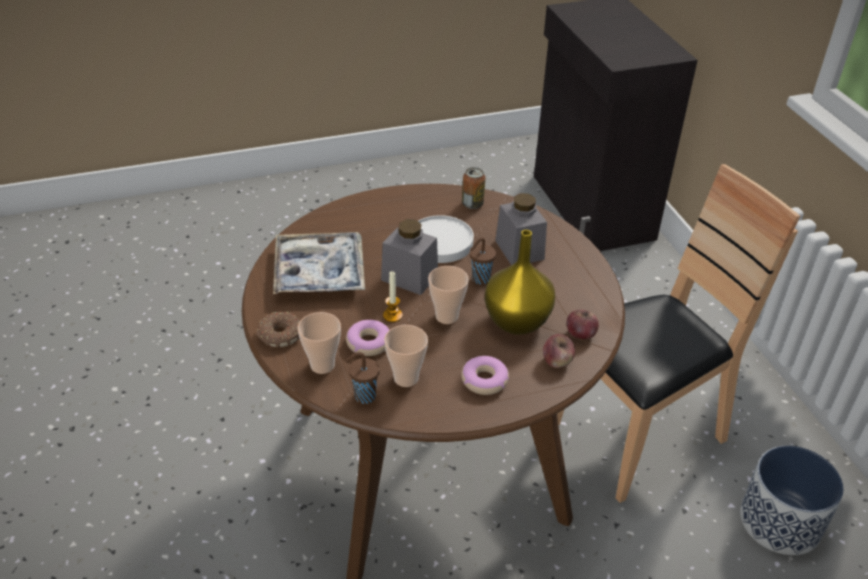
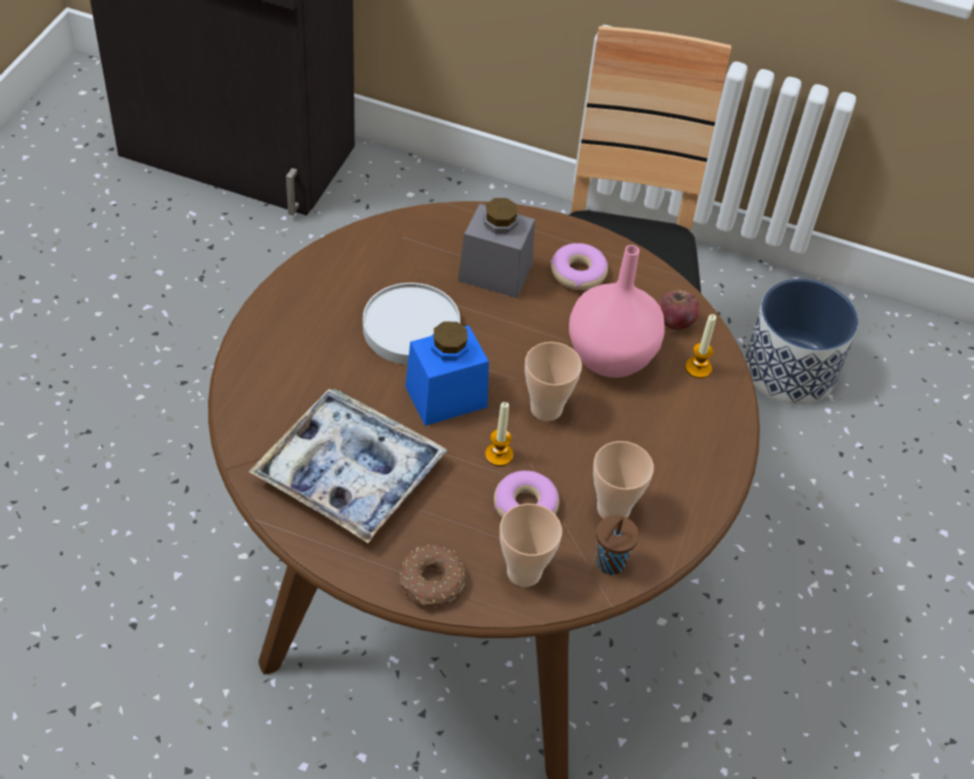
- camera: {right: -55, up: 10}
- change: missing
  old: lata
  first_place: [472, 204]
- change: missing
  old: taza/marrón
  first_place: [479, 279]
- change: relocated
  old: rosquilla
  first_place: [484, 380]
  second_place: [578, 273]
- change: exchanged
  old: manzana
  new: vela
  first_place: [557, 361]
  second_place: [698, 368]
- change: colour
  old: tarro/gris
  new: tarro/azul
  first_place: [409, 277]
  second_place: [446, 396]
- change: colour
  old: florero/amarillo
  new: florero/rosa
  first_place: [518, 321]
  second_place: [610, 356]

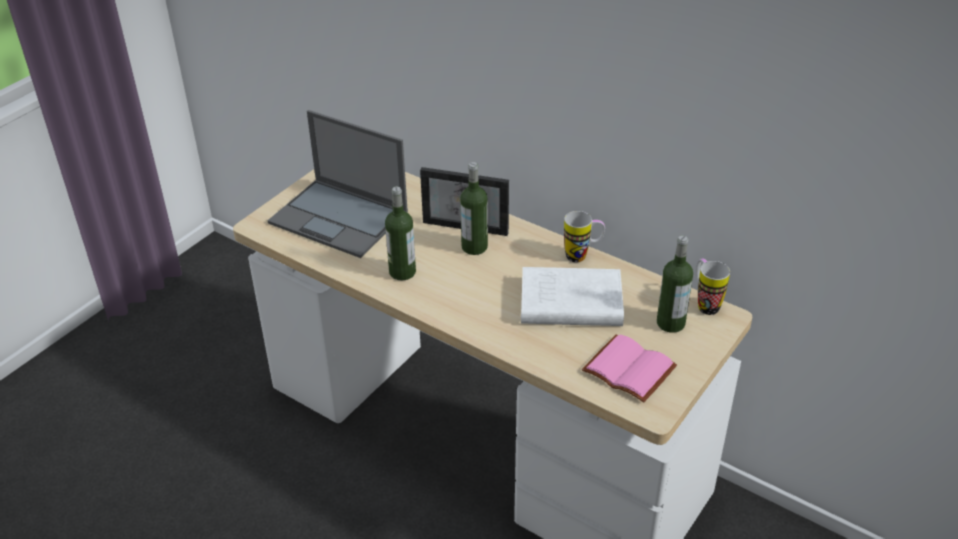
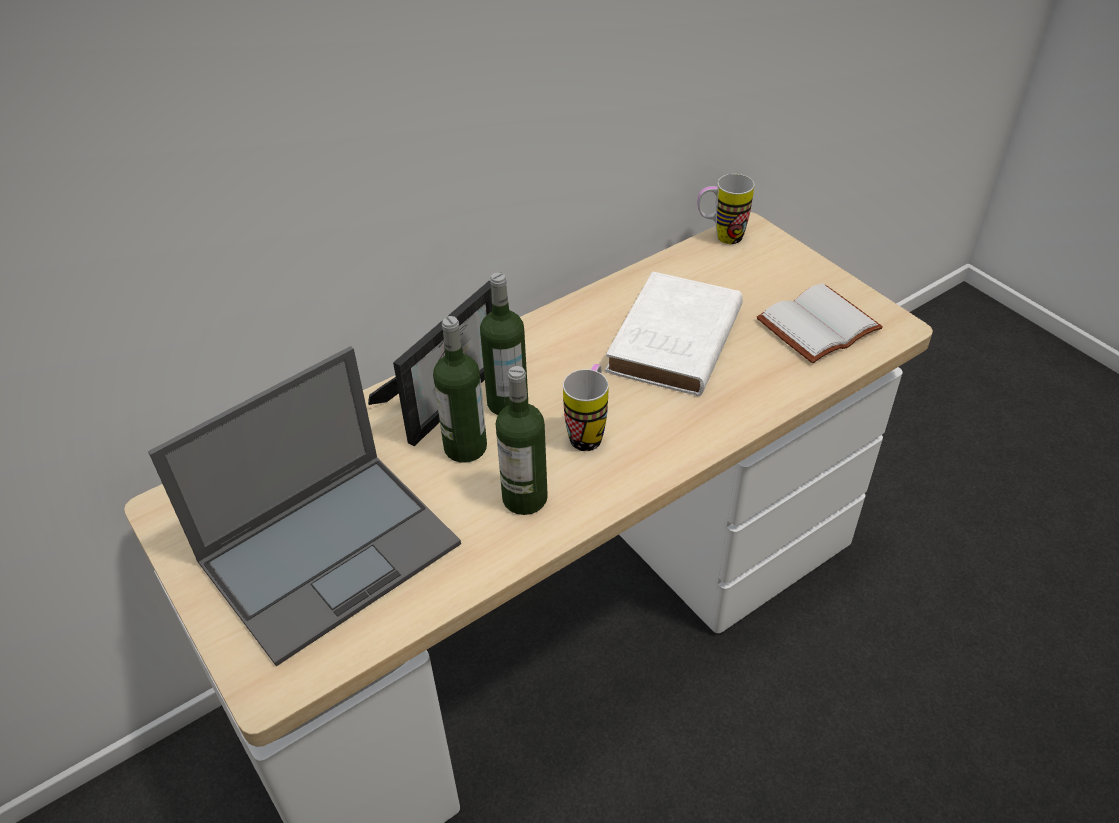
- camera: {right: -70, up: 5}
- change: relocated
  old: taza grande
  first_place: [582, 256]
  second_place: [589, 432]
- change: relocated
  old: botella
  first_place: [670, 323]
  second_place: [465, 447]
- change: colour
  old: libro/rosa
  new: libro/blanco
  first_place: [626, 370]
  second_place: [819, 328]

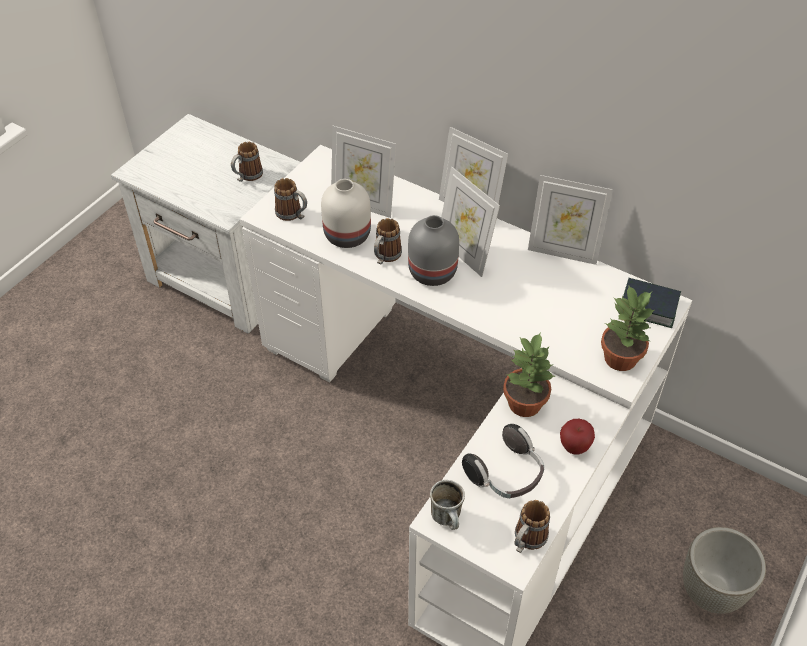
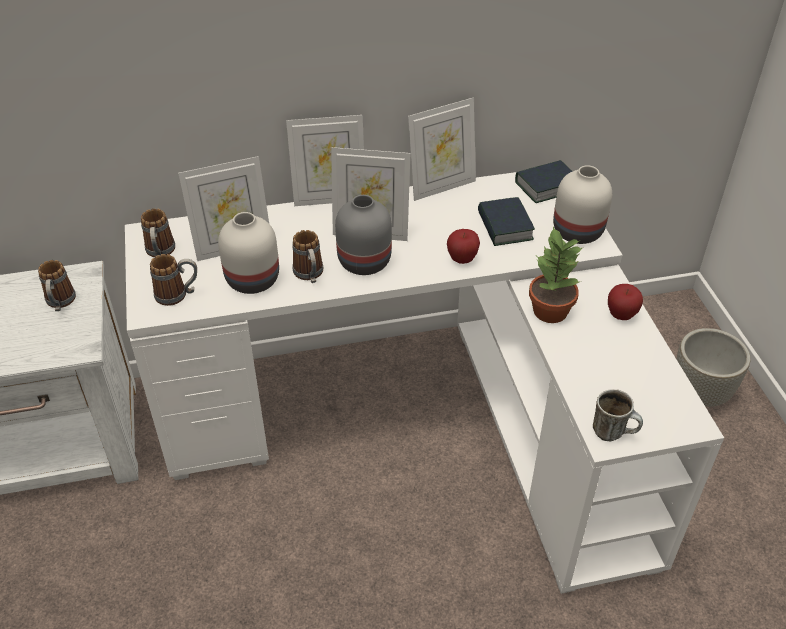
- camera: {right: -45, up: -5}
- change: missing
  old: auriculares
  first_place: [506, 475]
- change: appeared
  new: manzana
  second_place: [462, 259]
- change: appeared
  new: libro
  second_place: [504, 227]
- change: relocated
  old: taza grande
  first_place: [526, 541]
  second_place: [160, 253]
- change: exchanged
  old: planta en maceta
  new: florero/blanco
  first_place: [621, 357]
  second_place: [576, 231]

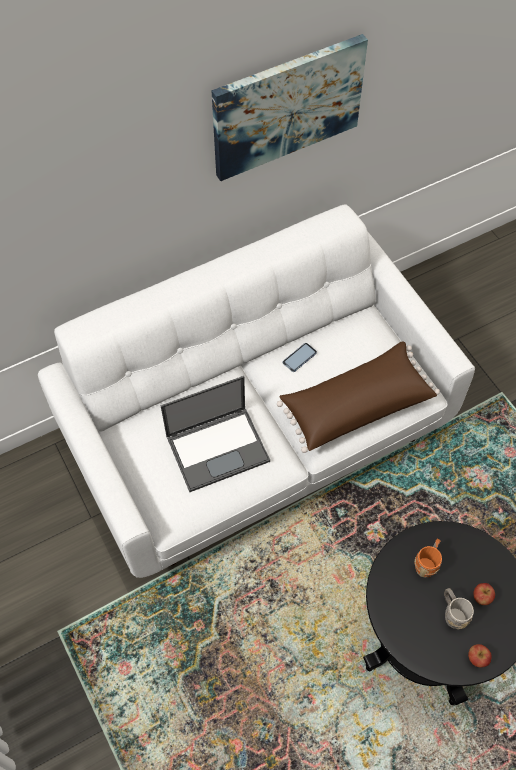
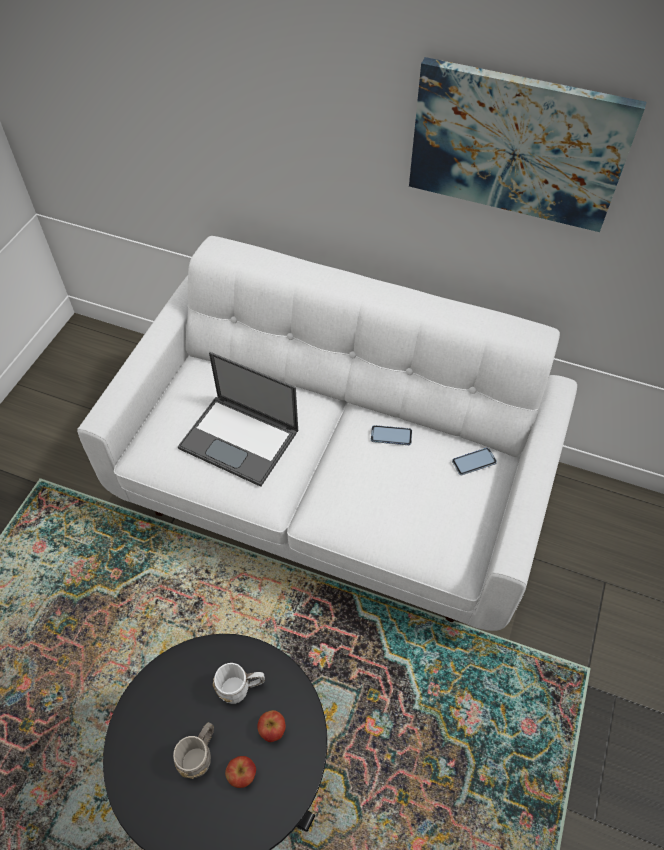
- camera: {right: 50, up: -5}
- change: missing
  old: cojín/marrón
  first_place: [355, 405]
- change: appeared
  new: móvil
  second_place: [474, 462]
- change: relocated
  old: manzana
  first_place: [477, 658]
  second_place: [272, 729]
- change: colour
  old: taza grande/naranja
  new: taza grande/blanco
  first_place: [427, 563]
  second_place: [241, 688]

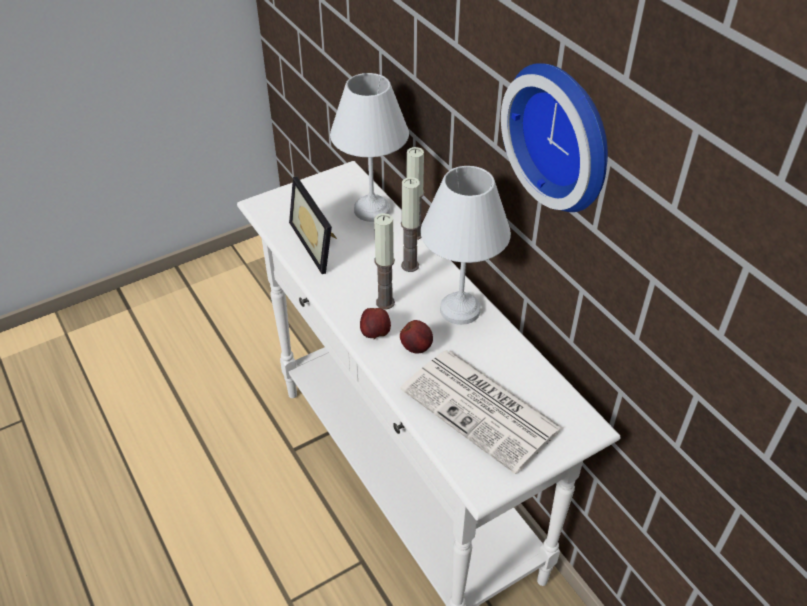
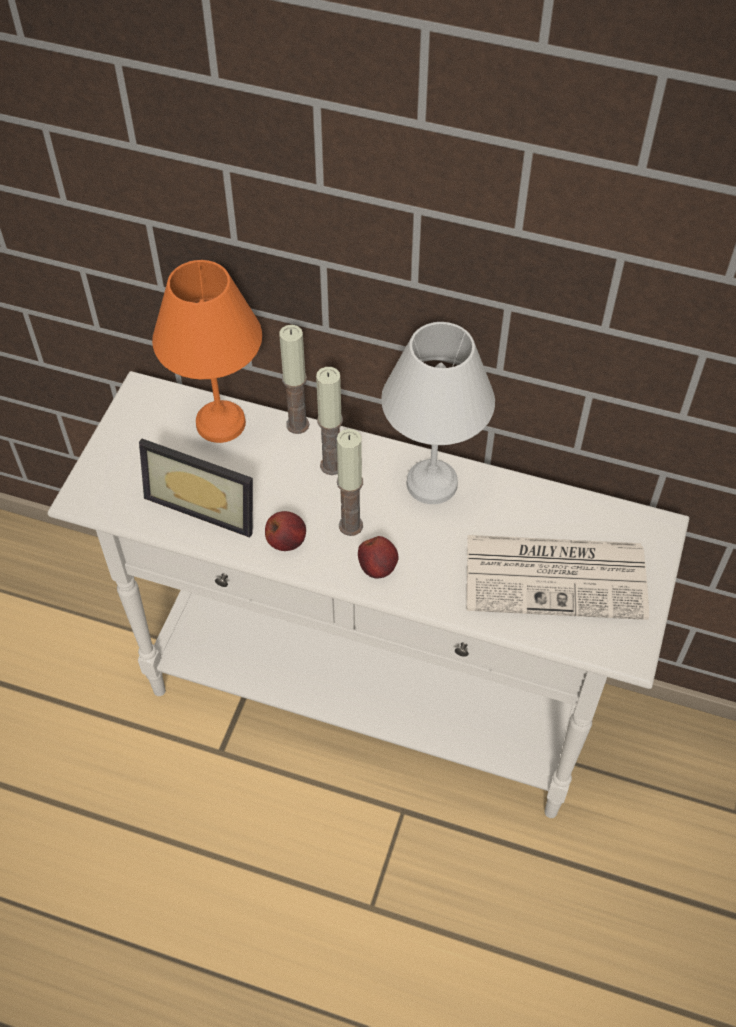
- camera: {right: -40, up: 10}
- change: missing
  old: reloj de pared
  first_place: [564, 135]
- change: relocated
  old: manzana
  first_place: [417, 347]
  second_place: [286, 541]
- change: colour
  old: lámpara de mesa/blanco
  new: lámpara de mesa/naranja
  first_place: [373, 209]
  second_place: [221, 421]

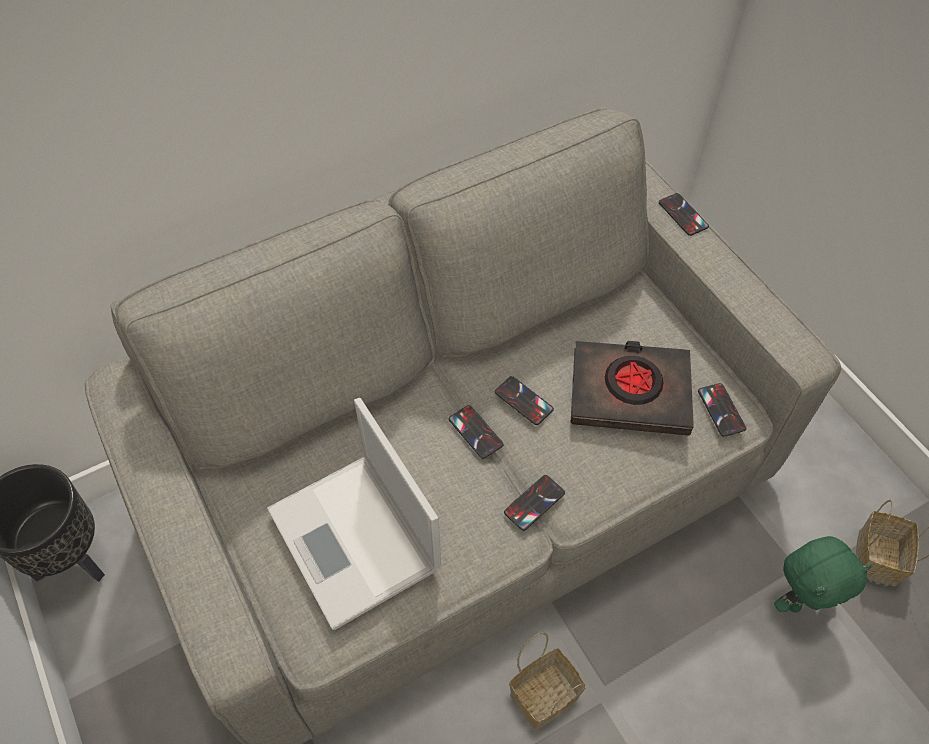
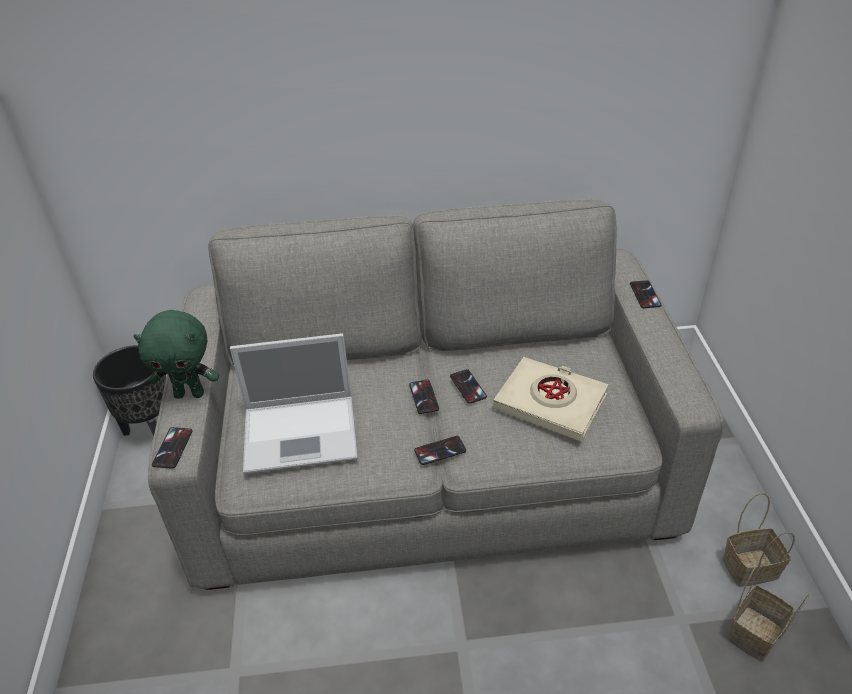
- camera: {right: 25, up: -15}
- change: relocated
  old: cesta
  first_place: [545, 693]
  second_place: [751, 566]
- change: relocated
  old: móvil
  first_place: [721, 410]
  second_place: [172, 448]
- change: relocated
  old: peluche/verde
  first_place: [799, 600]
  second_place: [190, 393]
- change: colour
  old: libro/negro
  new: libro/beis
  first_place: [629, 392]
  second_place: [550, 403]
- change: spun
  old: portátil
  first_place: [356, 541]
  second_place: [303, 433]
  degrees: -90

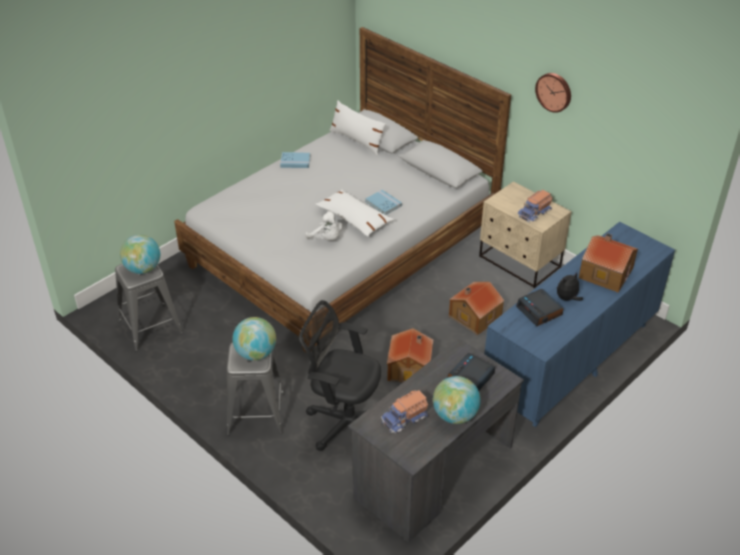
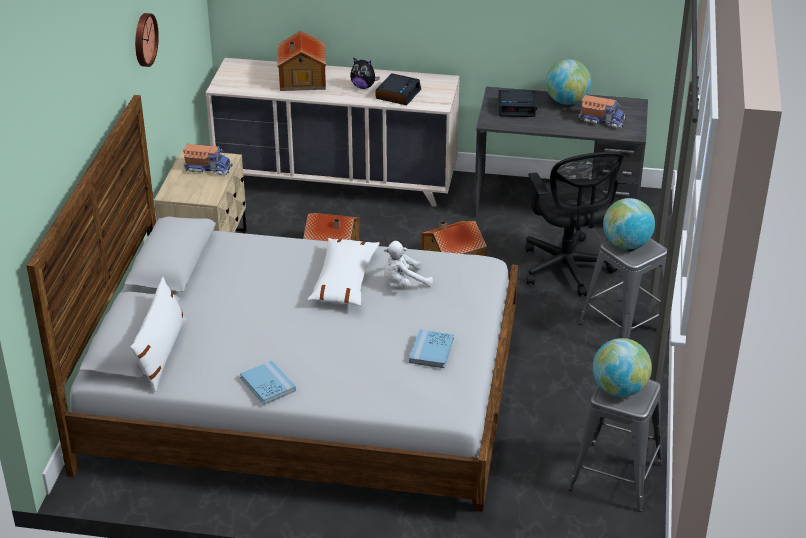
- camera: {right: -125, up: -5}
- change: relocated
  old: libro/azul
  first_place: [383, 203]
  second_place: [431, 350]
- change: colour
  old: cómoda/azul
  new: cómoda/beis
  first_place: [570, 360]
  second_place: [337, 181]
- change: spun
  old: peluche/blanco
  first_place: [326, 239]
  second_place: [404, 283]
  degrees: -120

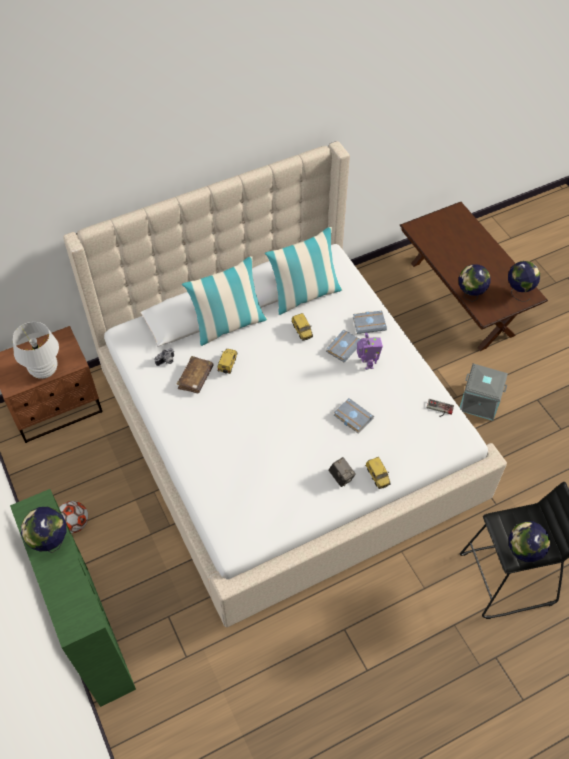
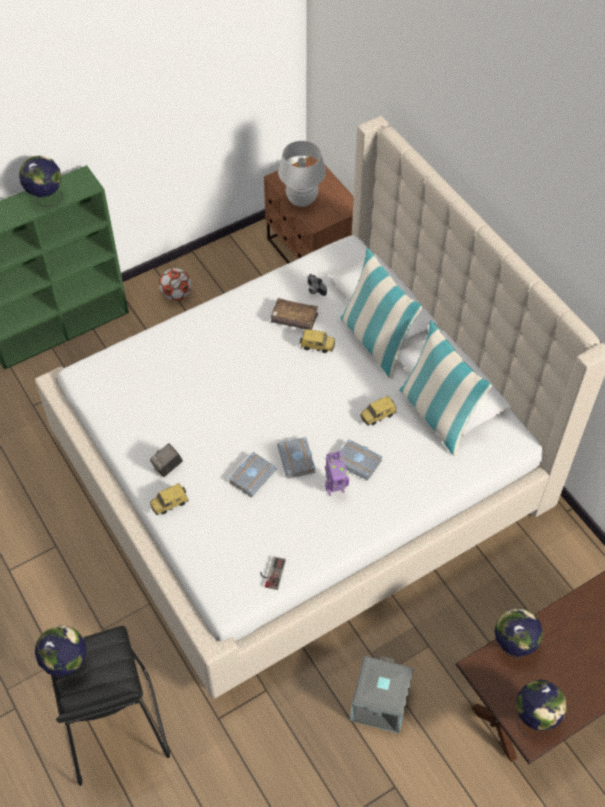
- camera: {right: 85, up: 0}
- change: relocated
  old: libro/gris
  first_place: [369, 323]
  second_place: [298, 460]

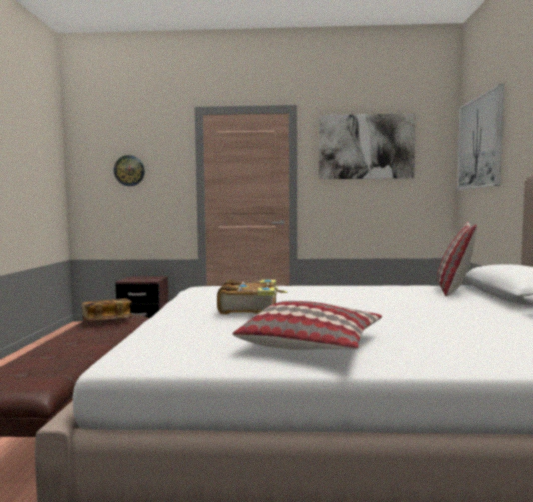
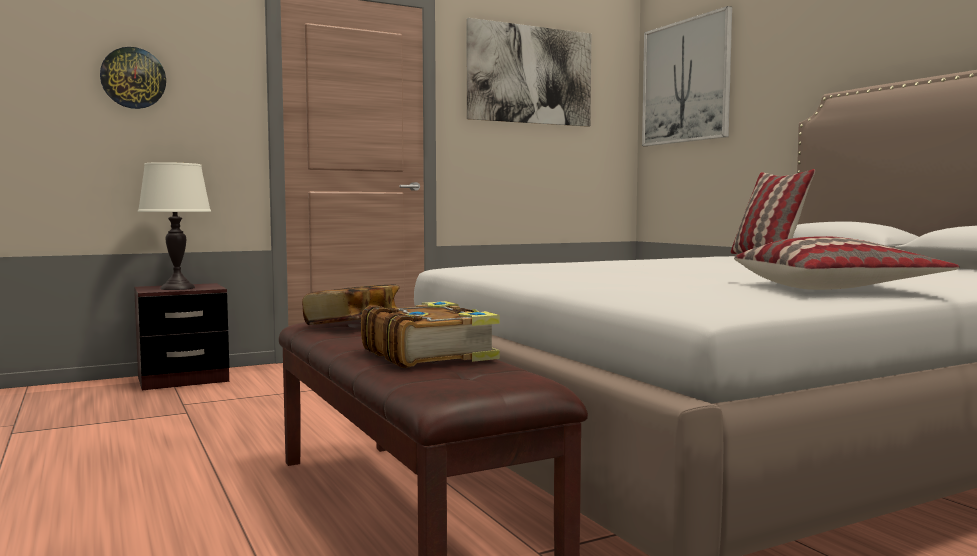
- camera: {right: -30, up: 0}
- change: appeared
  new: lámpara de mesa/blanco
  second_place: [177, 288]
- change: relocated
  old: libro
  first_place: [250, 308]
  second_place: [429, 354]

